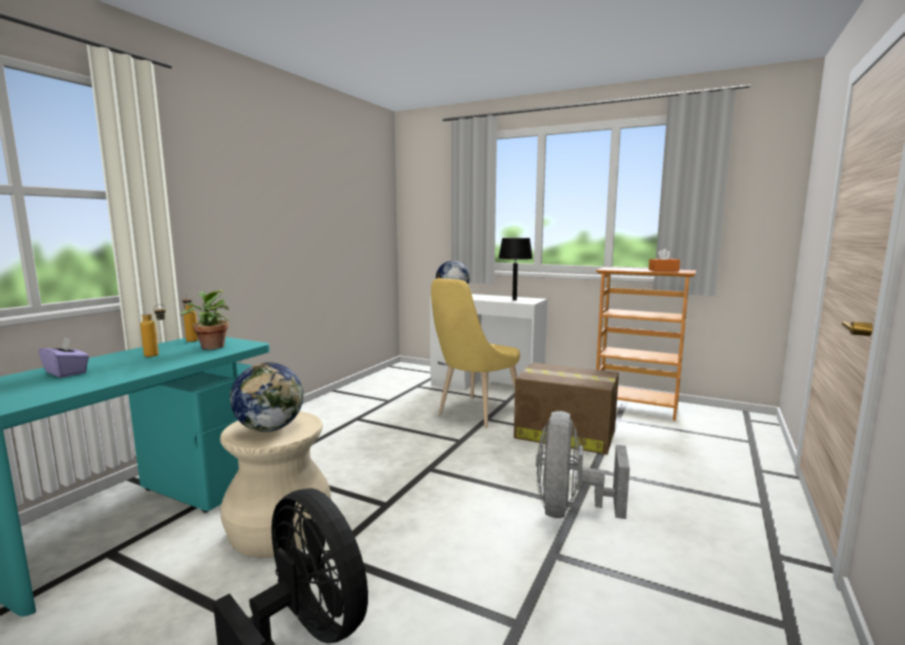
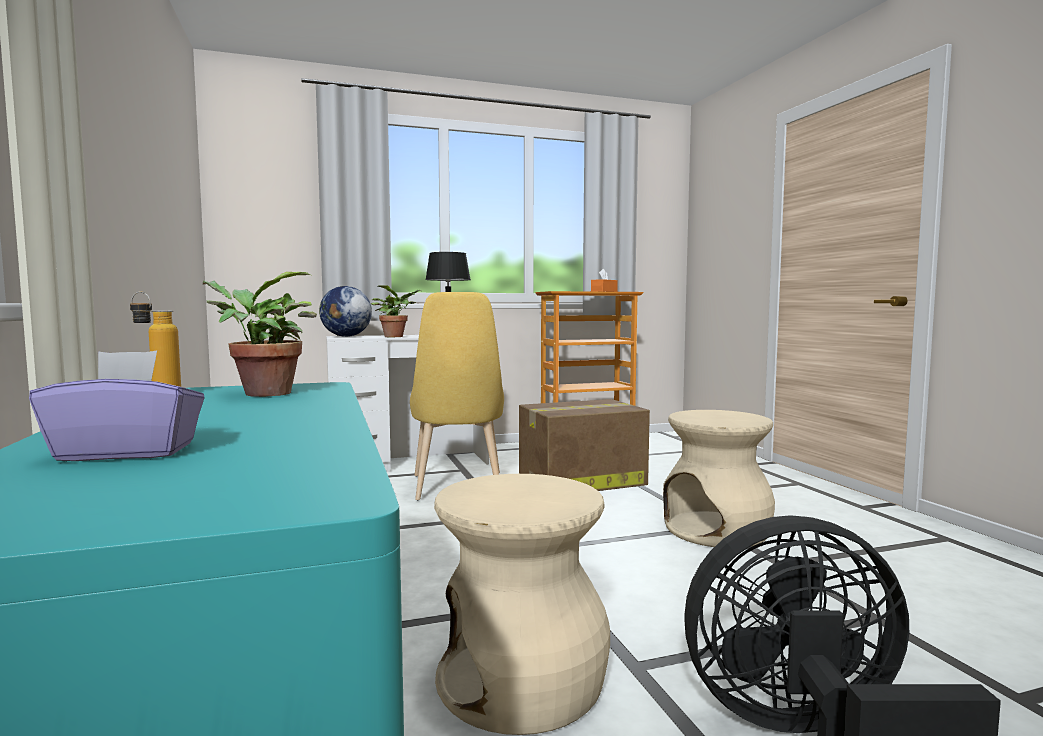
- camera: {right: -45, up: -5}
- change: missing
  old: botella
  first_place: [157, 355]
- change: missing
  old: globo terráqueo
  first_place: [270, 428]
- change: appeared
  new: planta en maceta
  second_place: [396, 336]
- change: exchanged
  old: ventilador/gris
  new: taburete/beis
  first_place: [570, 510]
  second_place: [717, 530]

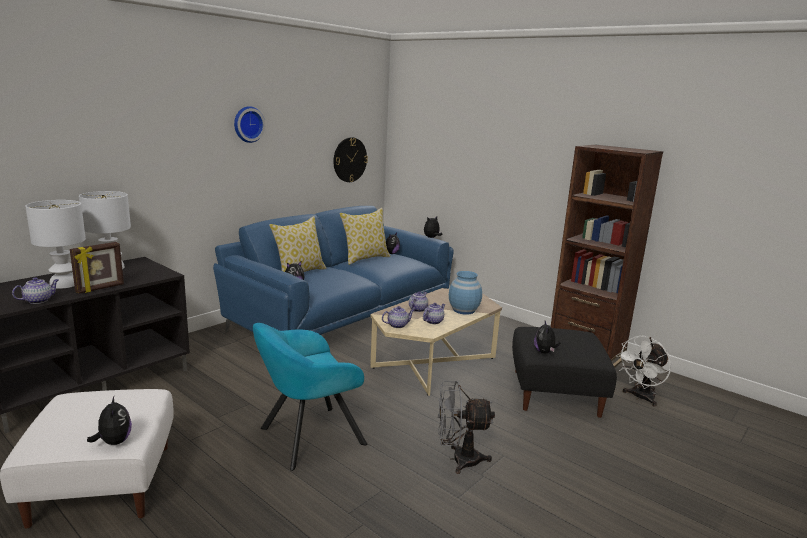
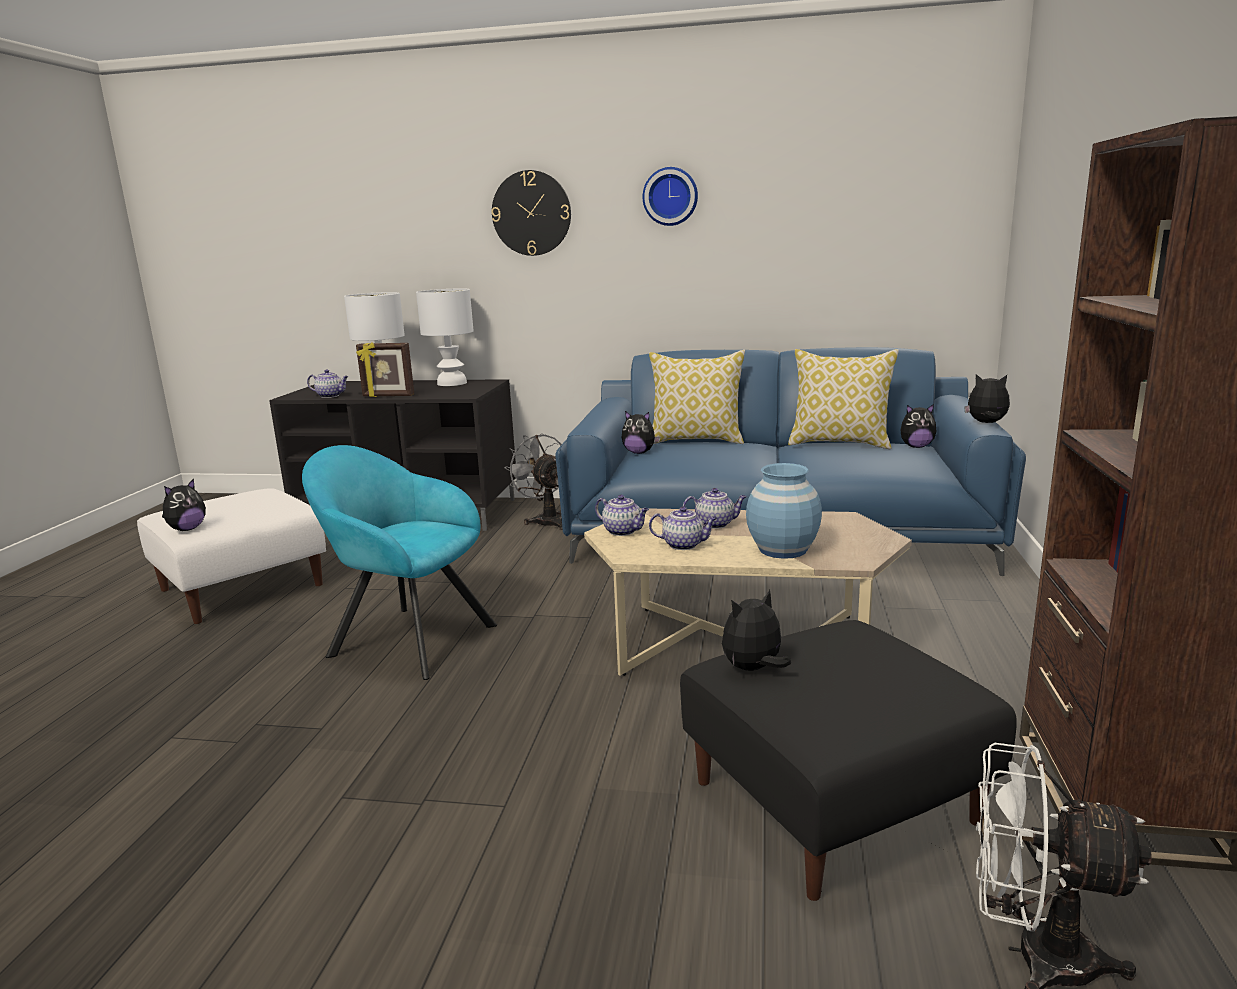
- camera: {right: 60, up: 0}
- change: relocated
  old: reloj de pared
  first_place: [350, 159]
  second_place: [531, 213]
- change: relocated
  old: ventilador/gris
  first_place: [458, 459]
  second_place: [546, 520]

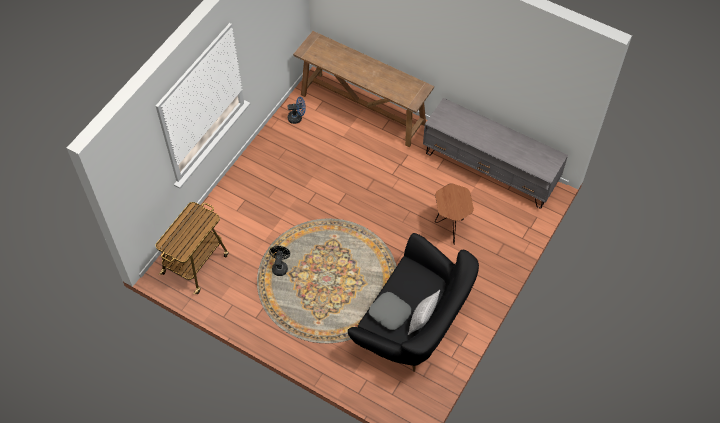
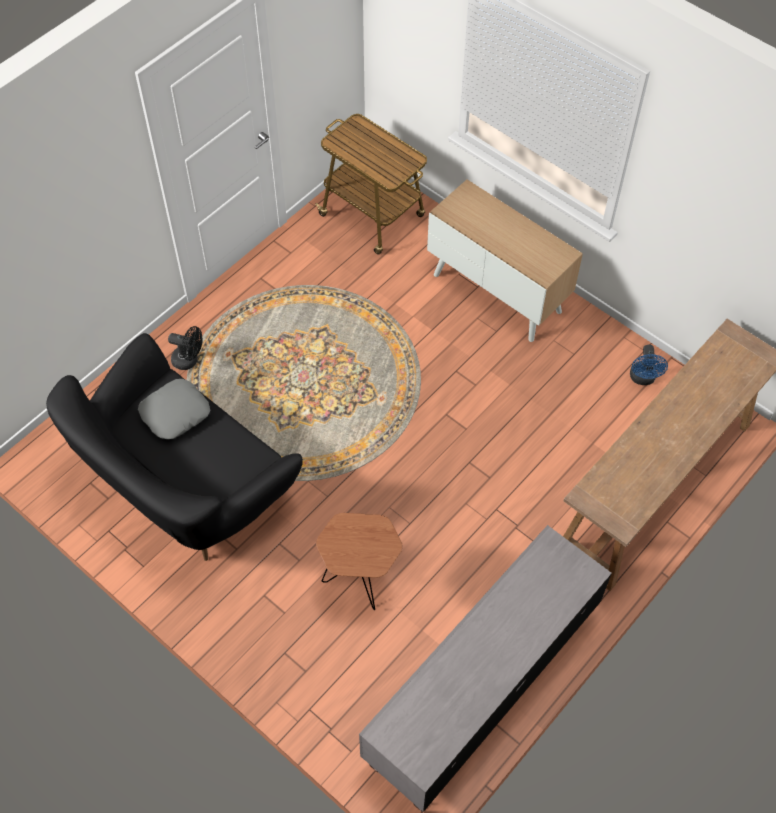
- camera: {right: 100, up: 0}
- change: missing
  old: cojín
  first_place: [422, 320]
- change: appeared
  new: armario
  second_place: [498, 292]
- change: relocated
  old: ventilador/negro
  first_place: [280, 266]
  second_place: [189, 360]

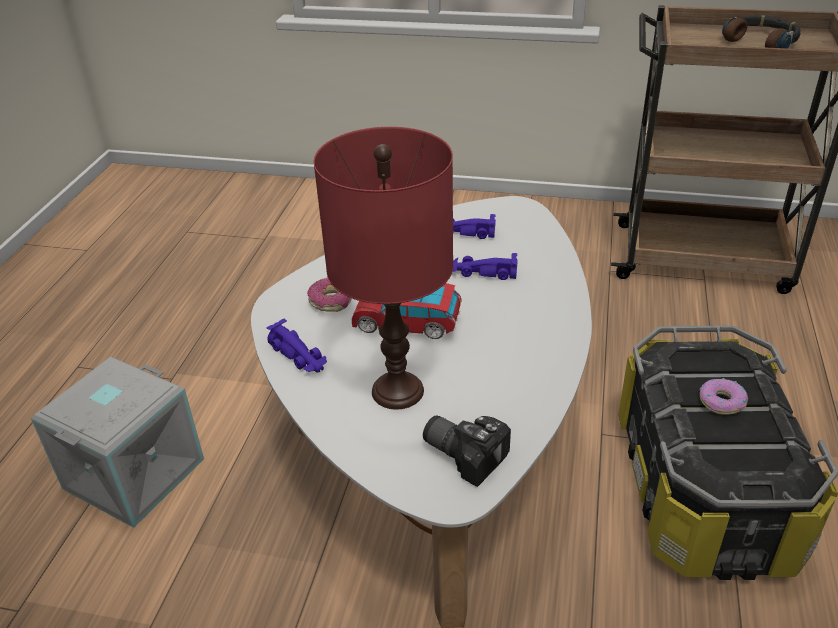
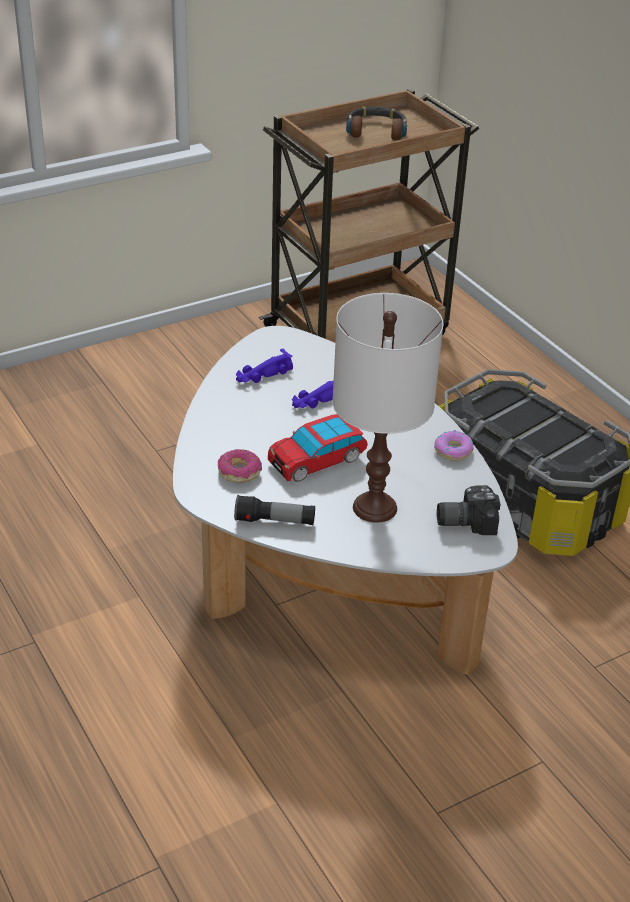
- camera: {right: -45, up: 0}
- change: missing
  old: caja de almacenaje/gris
  first_place: [133, 472]
- change: relocated
  old: rosquilla
  first_place: [722, 402]
  second_place: [453, 451]
- change: exchanged
  old: coche de juguete/morado
  new: linterna
  first_place: [299, 356]
  second_place: [275, 521]
- change: colour
  old: lámpara de mesa/rojo
  new: lámpara de mesa/blanco
  first_place: [396, 391]
  second_place: [374, 508]

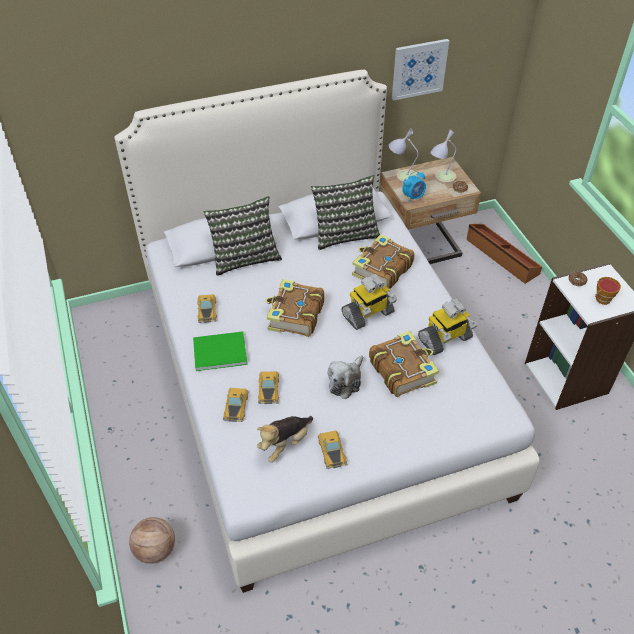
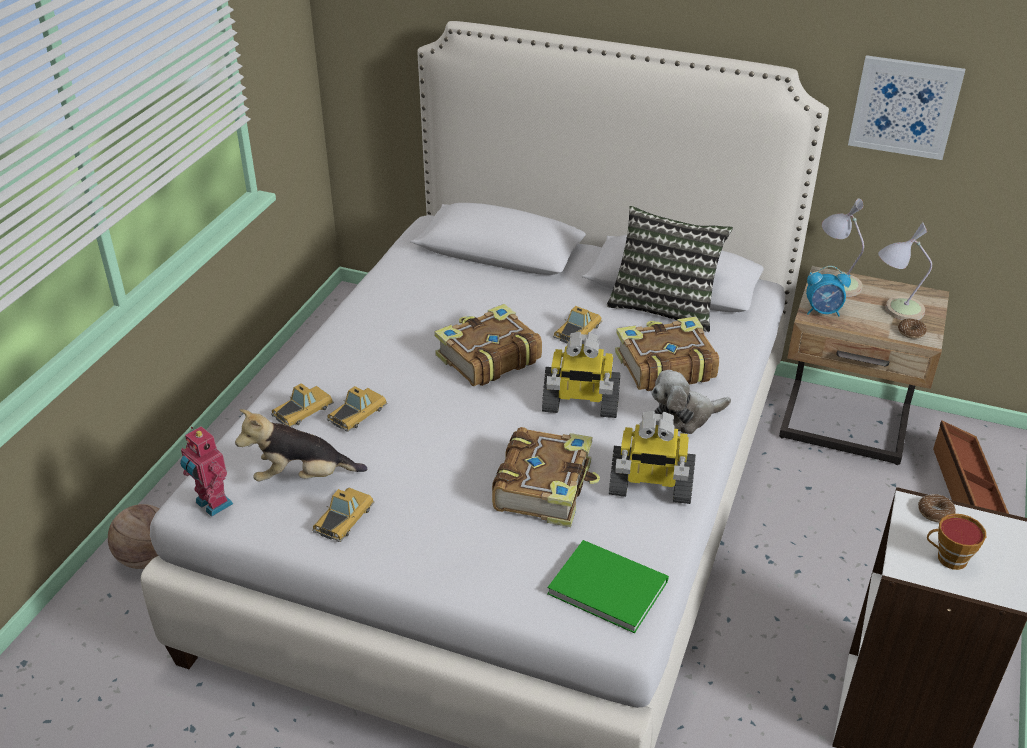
- camera: {right: 40, up: -10}
- change: missing
  old: cojín
  first_place: [244, 257]
- change: appeared
  new: robot de juguete
  second_place: [212, 504]
- change: relocated
  old: libro/verde
  first_place: [218, 351]
  second_place: [606, 584]
- change: relocated
  old: coche de juguete
  first_place: [207, 310]
  second_place: [578, 330]
- change: relocated
  old: peluche
  first_place: [346, 381]
  second_place: [684, 417]

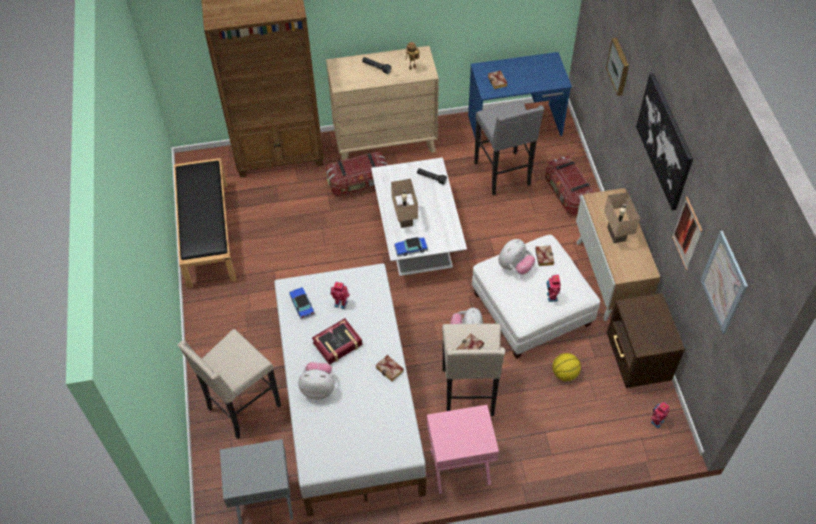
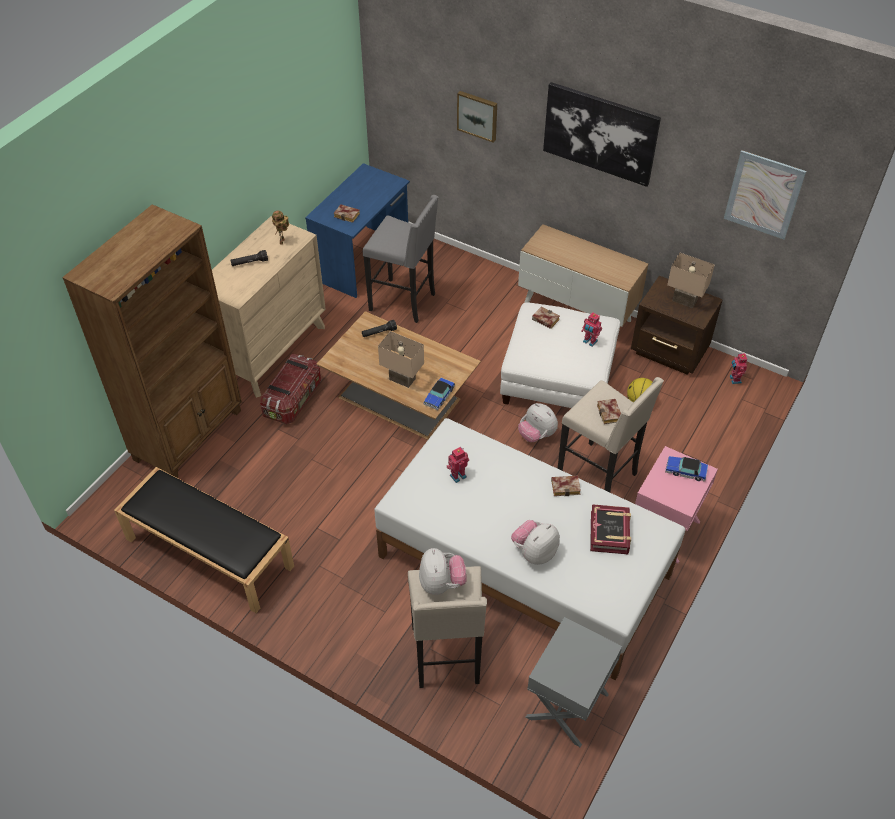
- camera: {right: -50, up: -5}
- change: missing
  old: caja de almacenaje
  first_place: [567, 194]
- change: missing
  old: cuadro
  first_place: [687, 233]
- change: relocated
  old: coche de juguete
  first_place: [302, 305]
  second_place: [685, 471]
- change: relocated
  old: libro
  first_place: [337, 344]
  second_place: [610, 532]
- change: relocated
  old: peluche
  first_place: [514, 267]
  second_place: [441, 583]
- change: relocated
  old: lámpara de mesa/beis
  first_place: [617, 234]
  second_place: [685, 299]
- change: colour
  old: mesa de centro/blanco
  new: mesa de centro/marrón
  first_place: [418, 236]
  second_place: [401, 398]

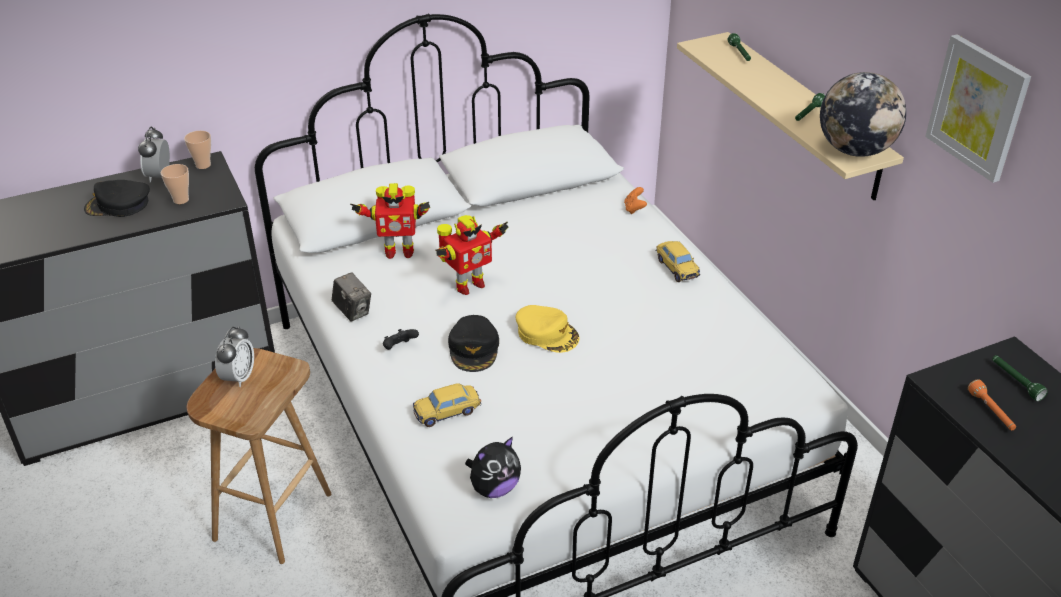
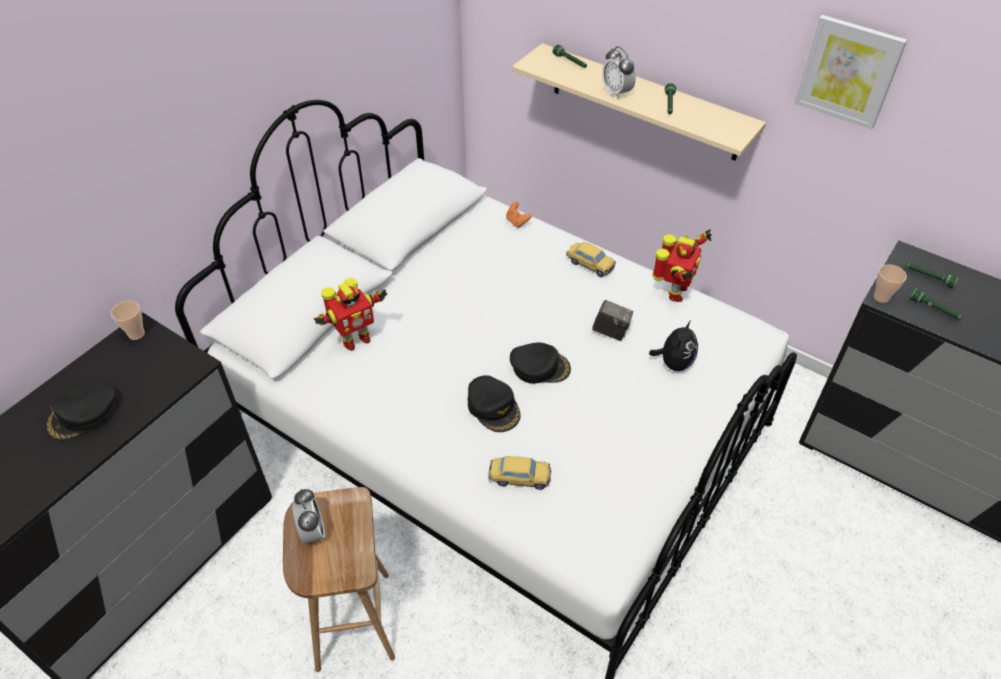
- camera: {right: -30, up: 10}
- change: missing
  old: mando de consola/negro
  first_place: [399, 348]
- change: missing
  old: globo terráqueo
  first_place: [855, 150]
- change: relocated
  old: despertador
  first_place: [159, 176]
  second_place: [616, 93]
- change: relocated
  old: taza
  first_place: [181, 200]
  second_place: [881, 297]
- change: relocated
  old: cámara
  first_place: [353, 311]
  second_place: [610, 331]
- change: relocated
  old: robot de juguete
  first_place: [468, 285]
  second_place: [674, 292]
- change: relocated
  old: peluche
  first_place: [494, 488]
  second_place: [674, 363]
- change: colour
  old: gorra/amarillo
  new: gorra/negro
  first_place: [547, 333]
  second_place: [540, 367]
- change: colour
  old: linterna/naranja
  new: linterna/verde
  first_place: [991, 412]
  second_place: [934, 310]
- change: spun
  old: coche de juguete
  first_place: [447, 412]
  second_place: [519, 478]
  degrees: -120

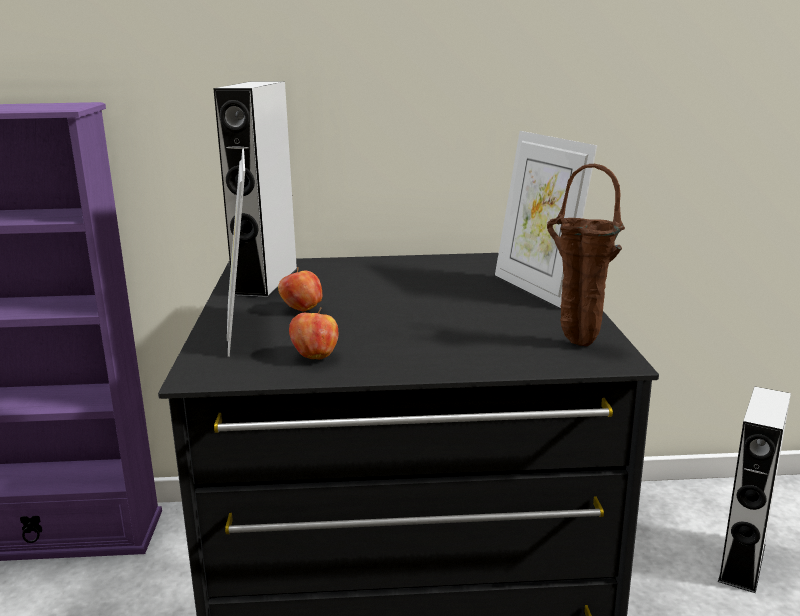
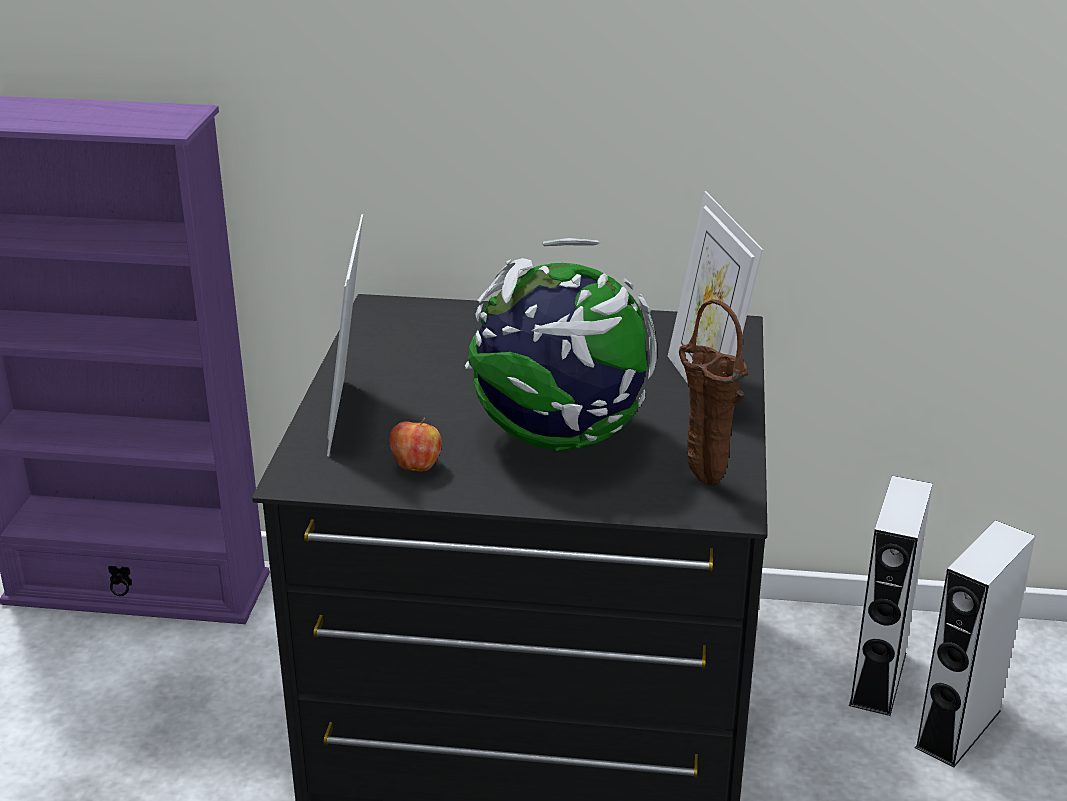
- camera: {right: 10, up: 10}
- change: missing
  old: manzana
  first_place: [301, 310]
- change: appeared
  new: globo terráqueo
  second_place: [560, 439]
- change: relocated
  old: altavoz/gris
  first_place: [266, 281]
  second_place: [878, 679]

